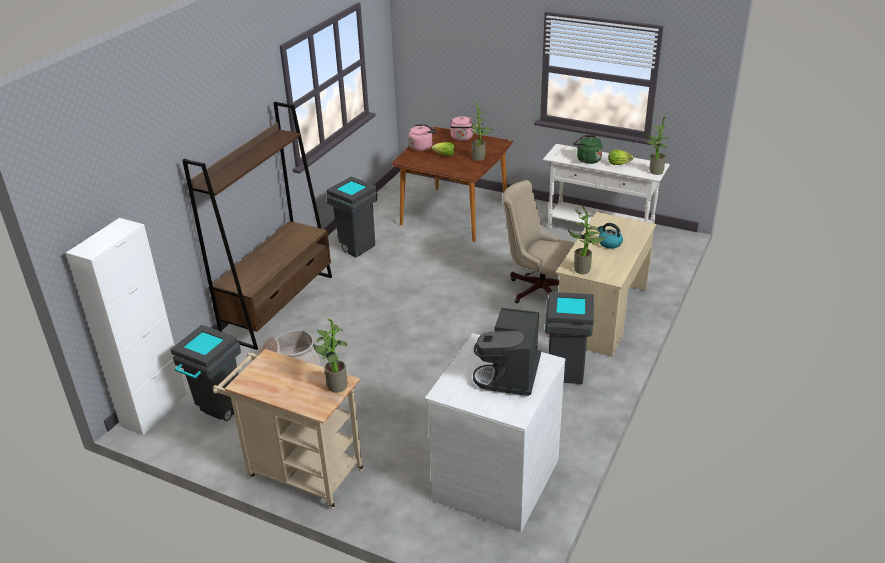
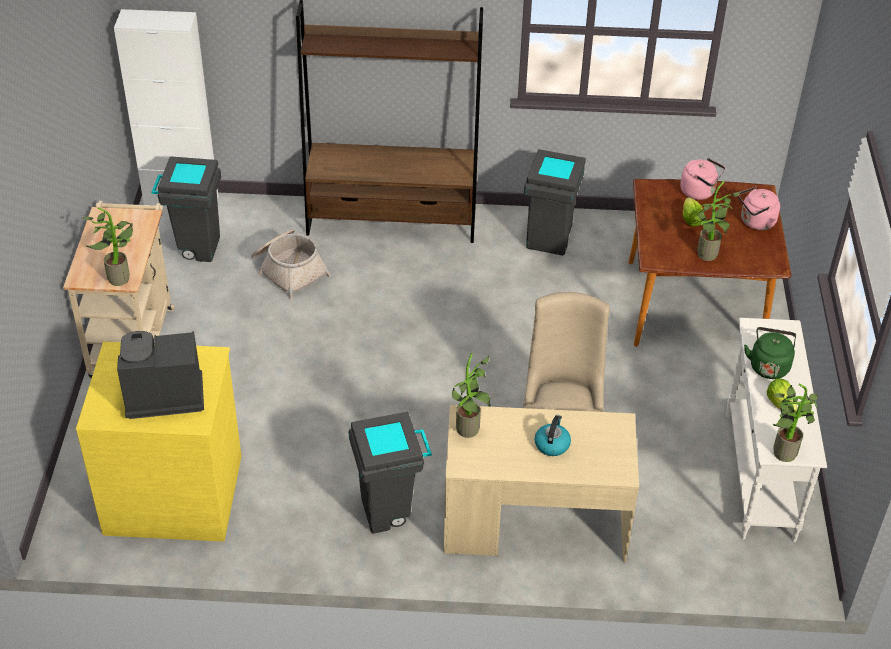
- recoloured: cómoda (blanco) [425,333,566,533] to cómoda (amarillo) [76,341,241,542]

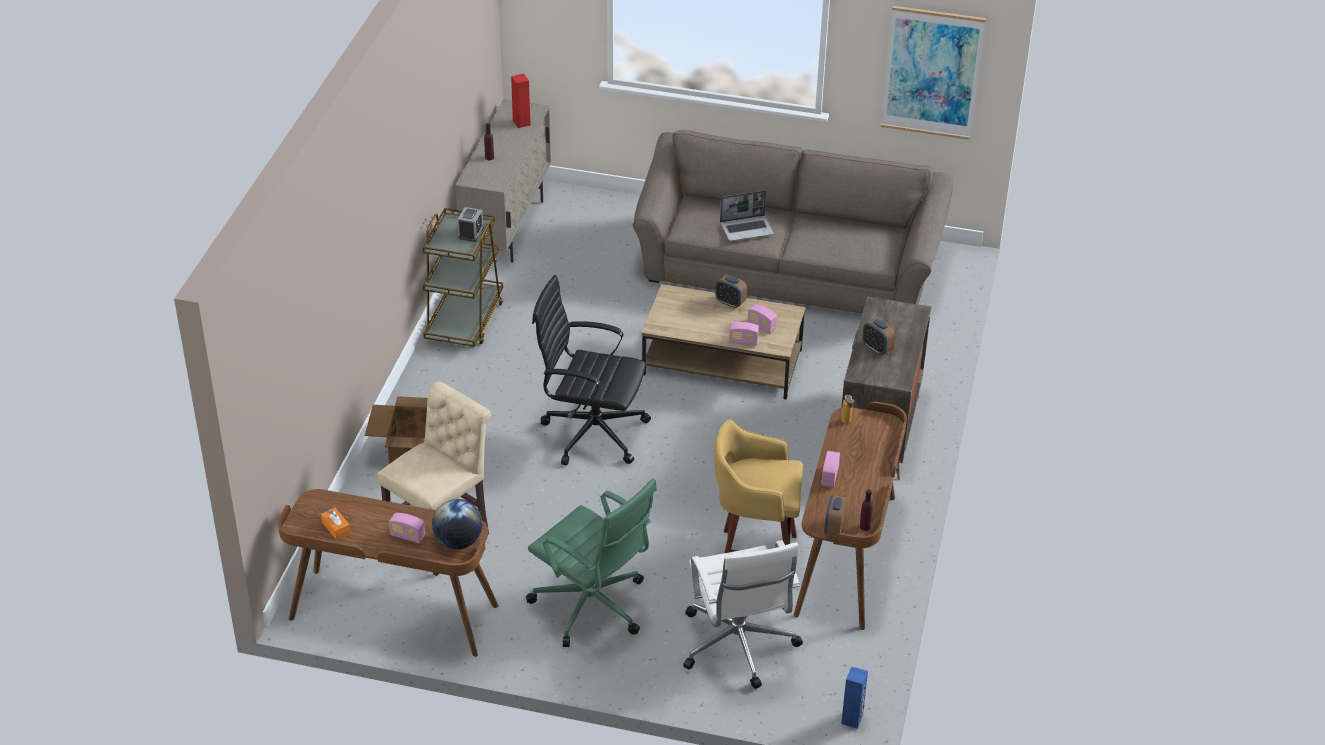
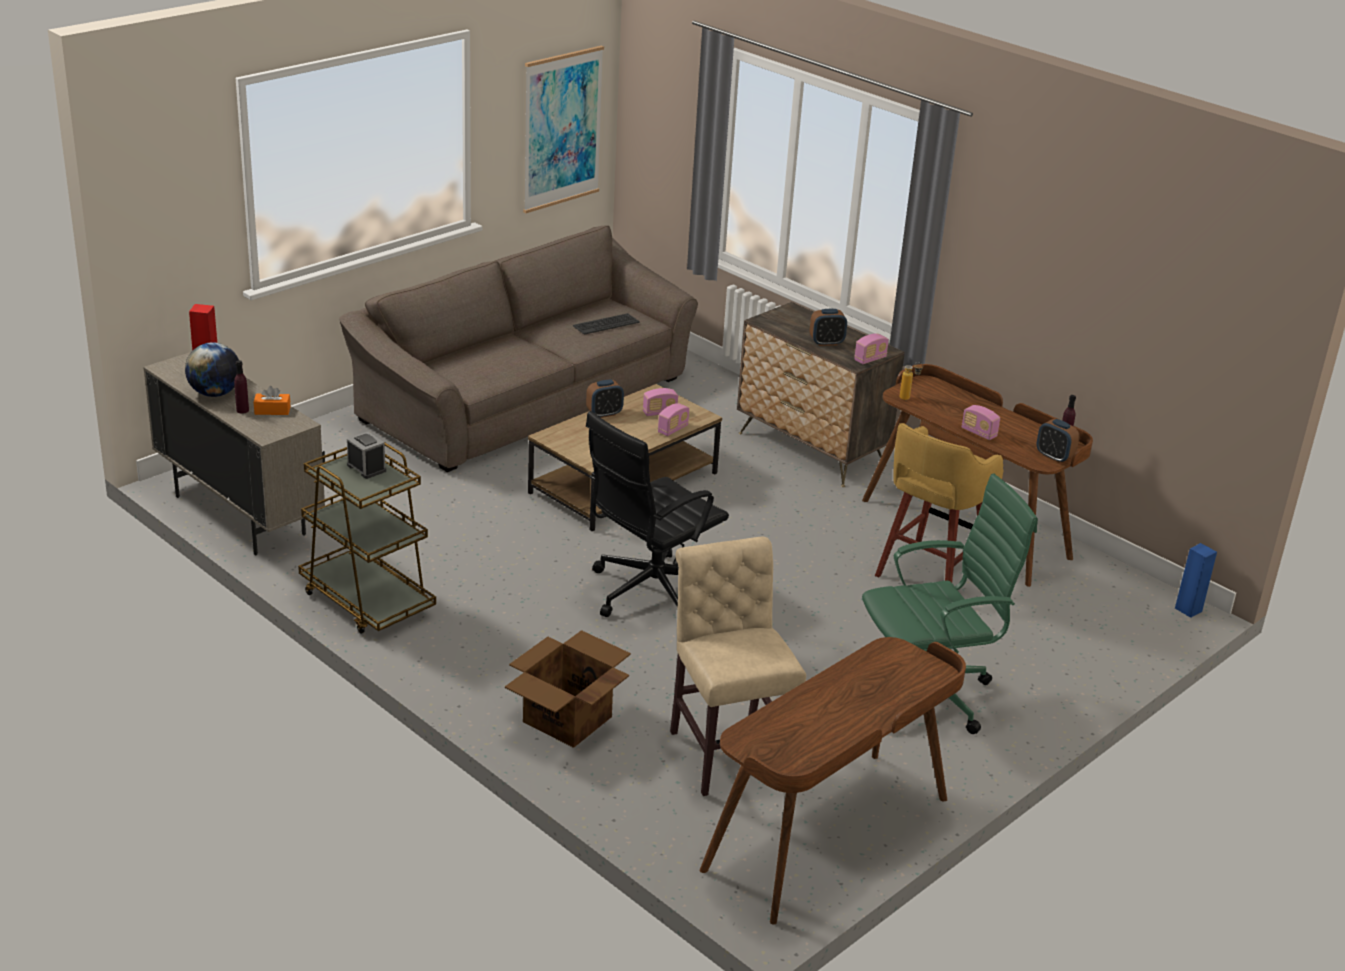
- removed: portátil [720,190,774,241]
- moved: globo terráqueo [432,499,482,549] to [185,342,239,397]
- moved: caja de pañuelos (naranja) [321,508,351,540] to [254,386,290,415]
- moved: radio [389,513,425,544] to [854,334,889,364]
- removed: silla de oficina (blanco) [683,540,803,689]
- added: teclado [573,313,640,335]

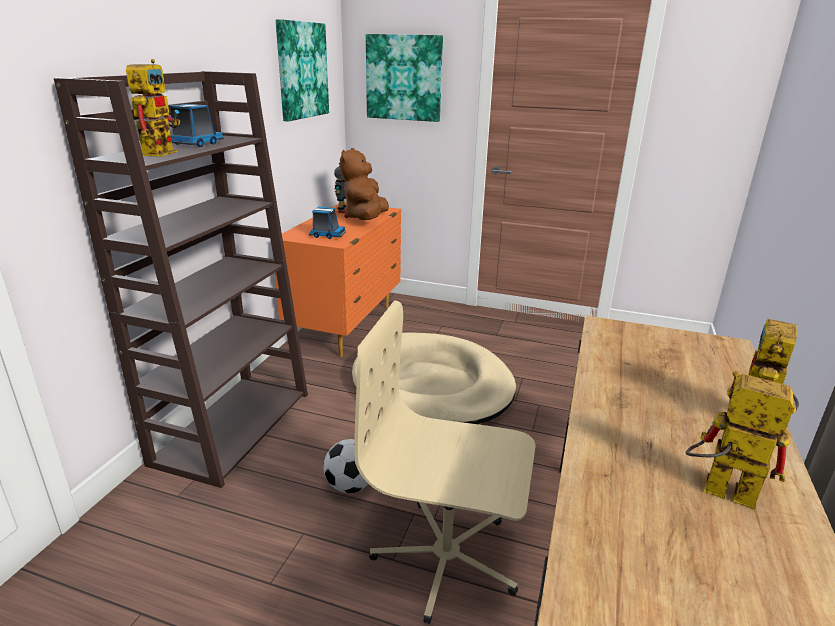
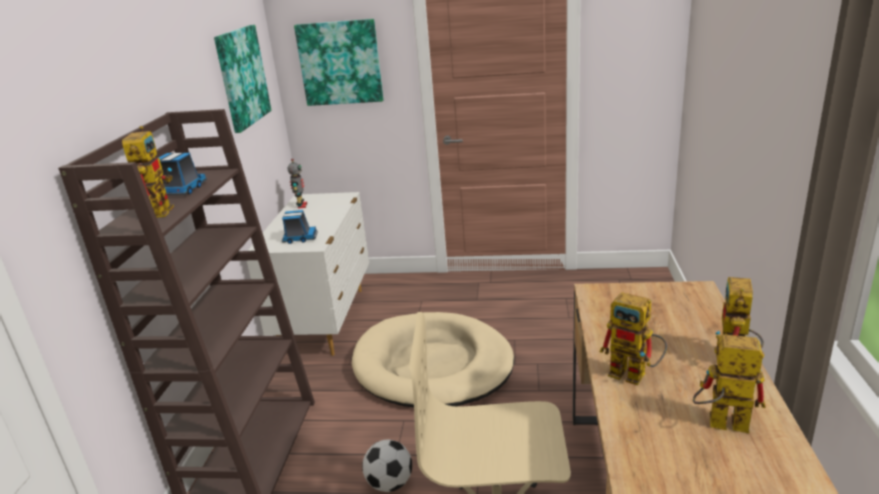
- removed: peluche (marrón) [340,148,389,220]
- recoloured: cómoda (naranja) [273,203,401,357] to cómoda (blanco) [247,192,369,356]
- added: robot de juguete [600,292,667,385]

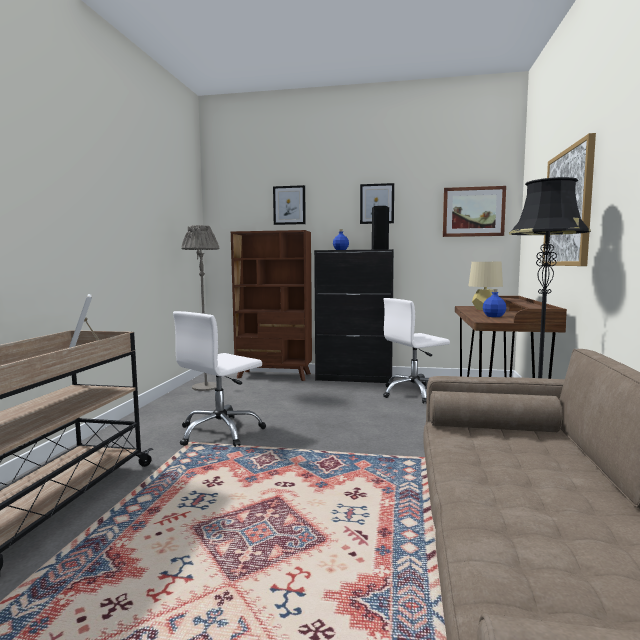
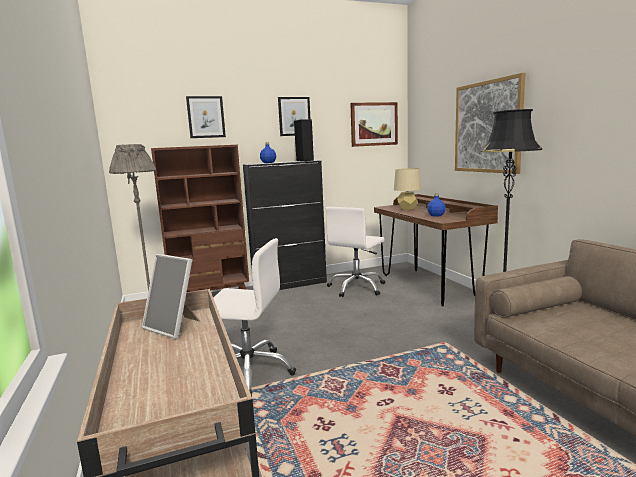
- turned: silla de oficina (blanco) [173,311,266,447] = [213,238,296,396] 90 degrees counterclockwise

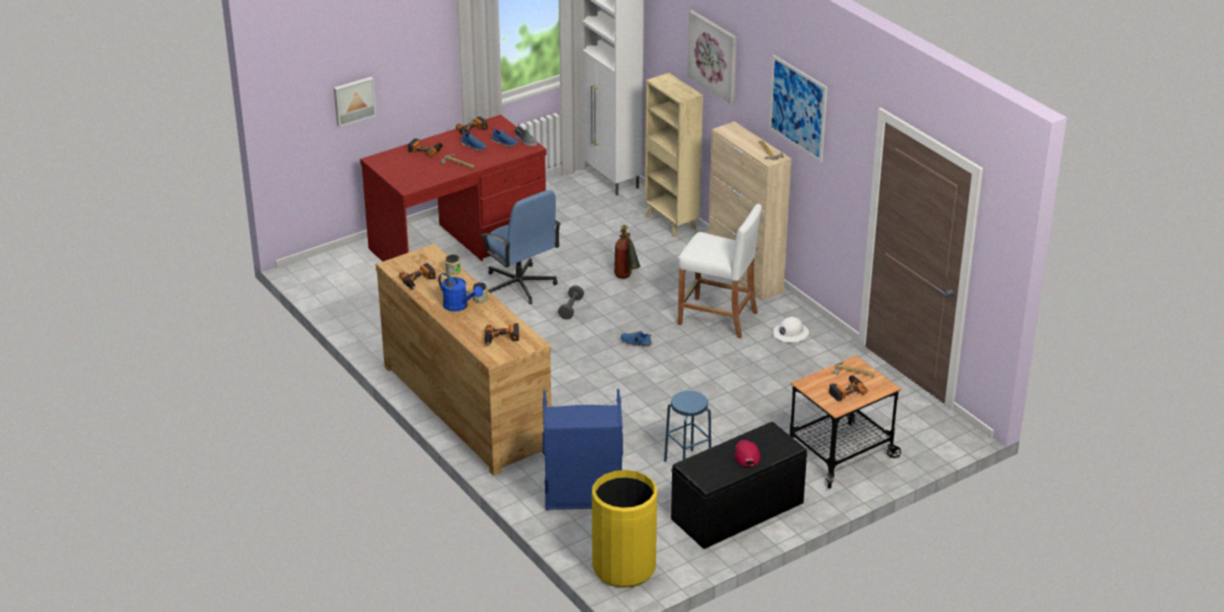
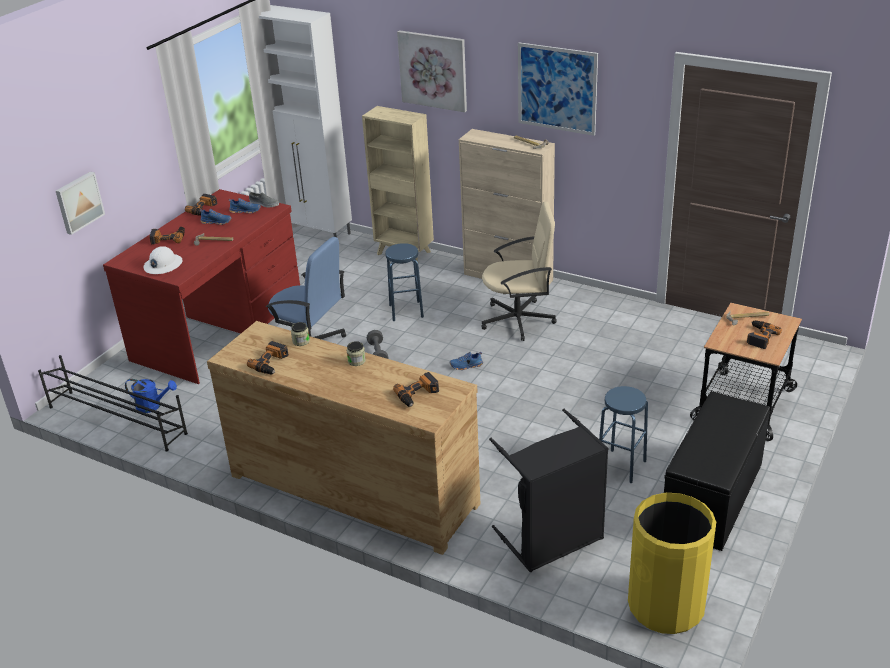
- replaced: taburete (blanco) [678,204,762,339] to silla de oficina (beis) [481,202,557,341]
- replaced: extintor [614,225,640,279] to taburete (azul) [385,243,424,321]
- moved: regadera (azul) [438,273,483,312] to [125,379,177,413]
- moved: casco (blanco) [773,317,809,342] to [144,246,183,274]
- recoloured: cesto de la ropa (azul) [543,389,623,510] to cesto de la ropa (negro) [489,409,609,572]
- removed: gorra (rojo) [735,440,760,466]
- added: zapatero (negro) [38,355,188,452]

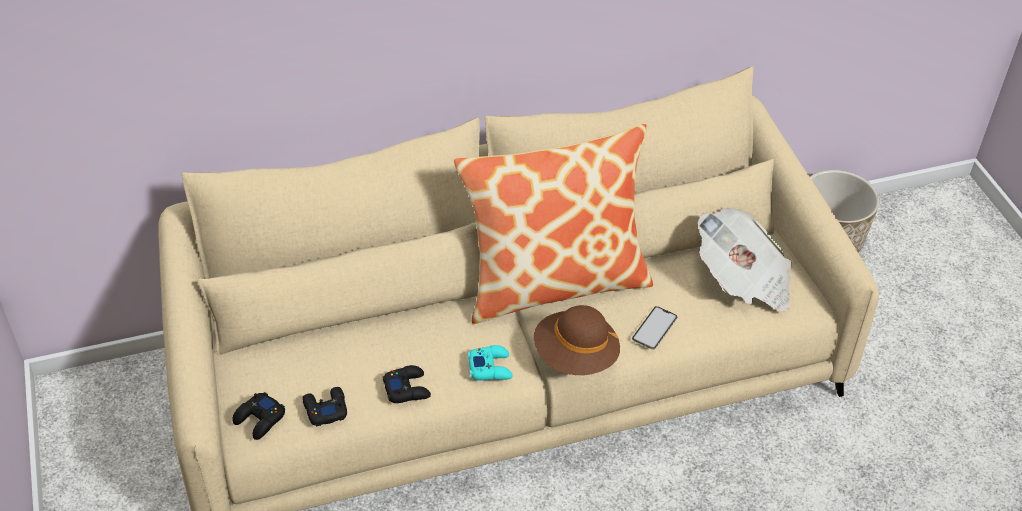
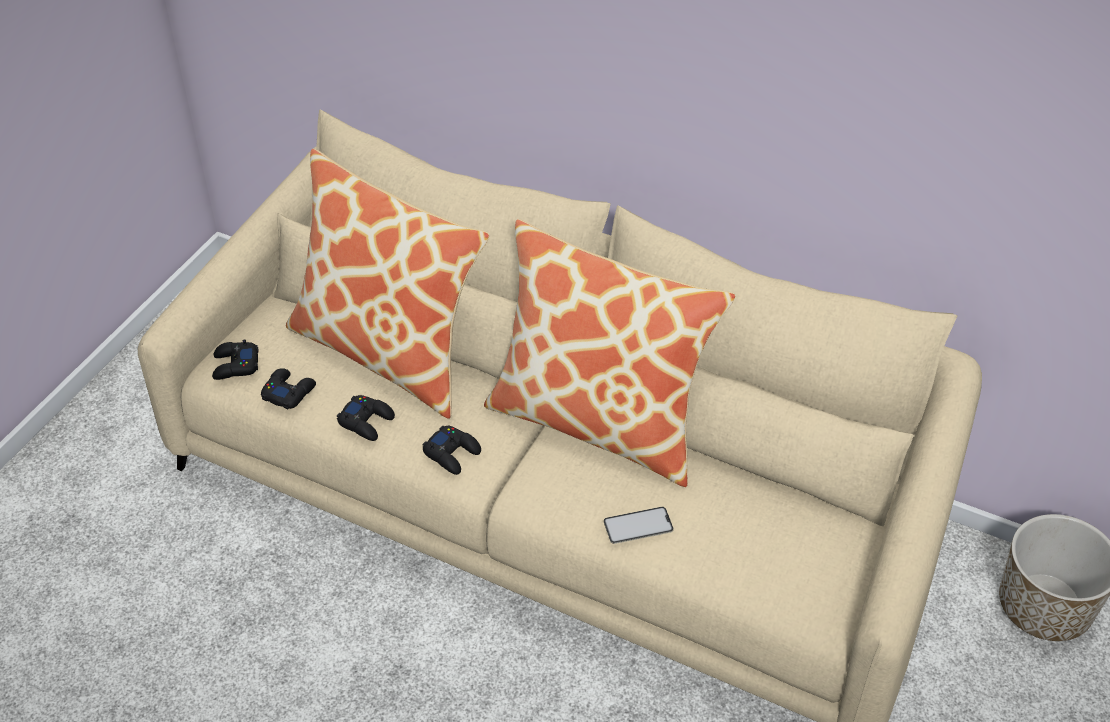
- removed: periódico [698,208,792,312]
- removed: sombrero (marrón) [534,305,620,375]
- recoloured: mando de consola (turquesa) [468,345,513,380] to mando de consola (negro) [423,425,481,475]
- added: cojín [286,149,489,419]

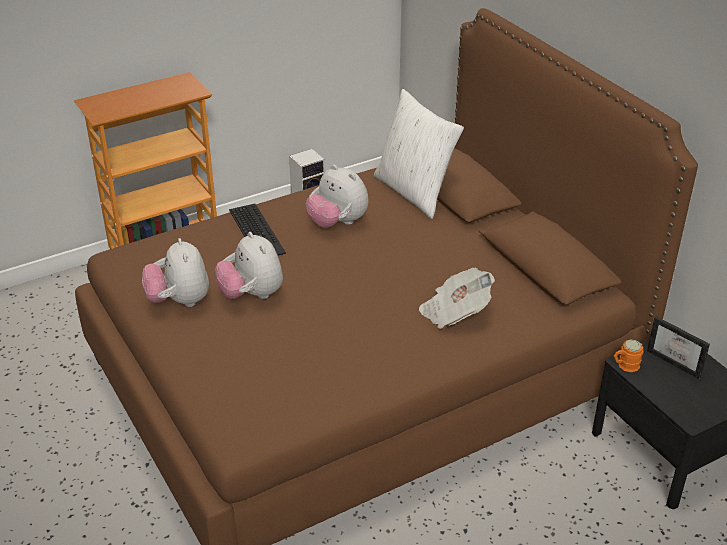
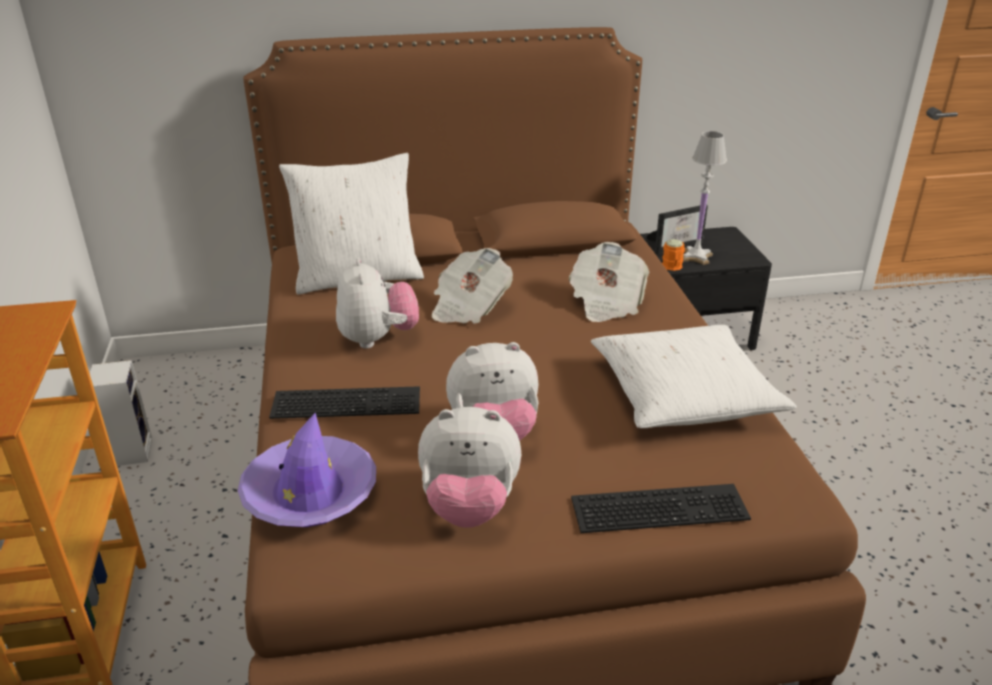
- turned: peluche [306,165,369,228] = [336,258,419,349] 75 degrees counterclockwise
- added: lámpara de mesa (blanco) [683,131,727,265]
- added: periódico [431,248,513,324]
- added: cojín (blanco) [591,325,797,428]
- added: sombrero (morado) [238,413,376,527]
- added: teclado [571,484,751,533]

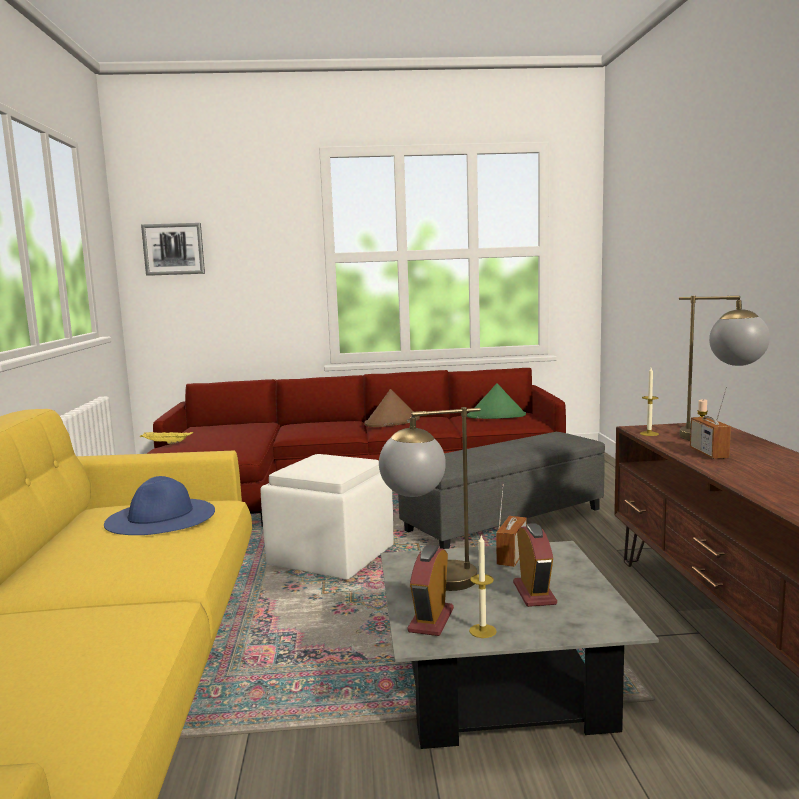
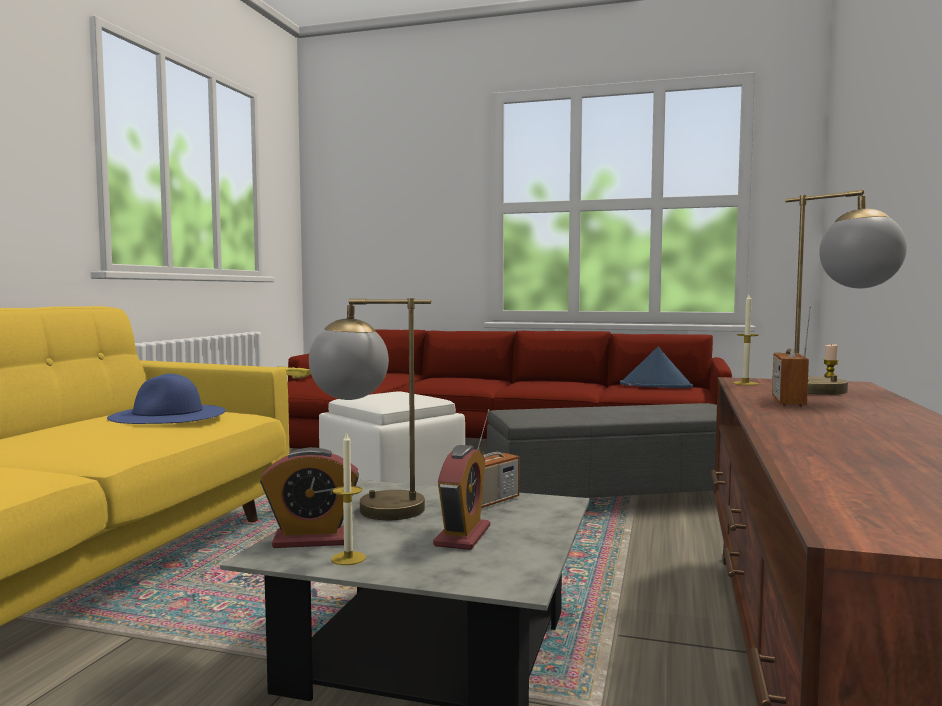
- removed: cuadro [141,223,205,276]
- recoloured: sombrero (verde) [467,383,526,419] to sombrero (azul) [620,347,693,388]
- removed: sombrero (marrón) [364,389,420,427]
- turned: despertador [407,545,454,636] = [260,447,359,548] 135 degrees counterclockwise

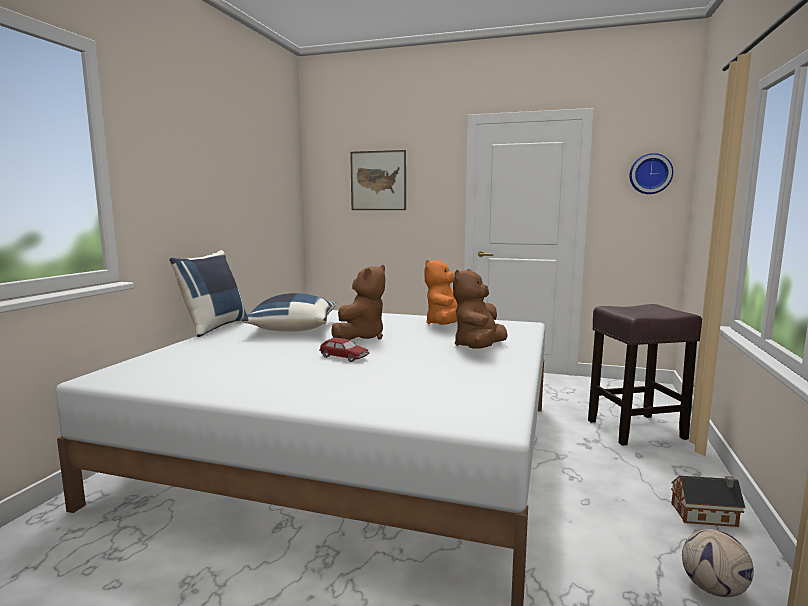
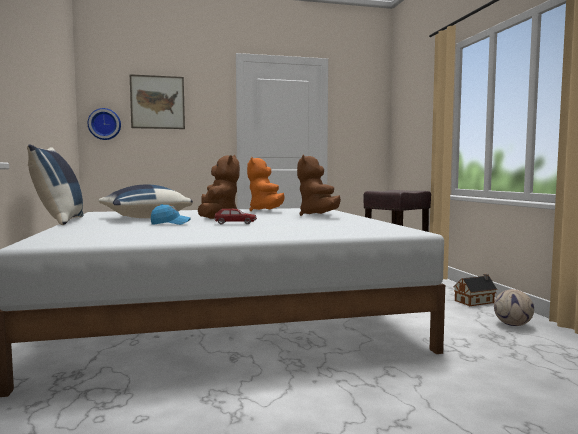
- moved: reloj de pared [629,153,673,194] to [88,108,121,140]
- added: gorra (azul) [151,204,191,225]

